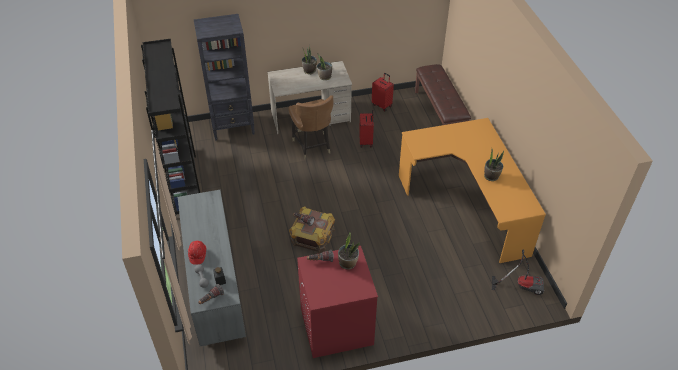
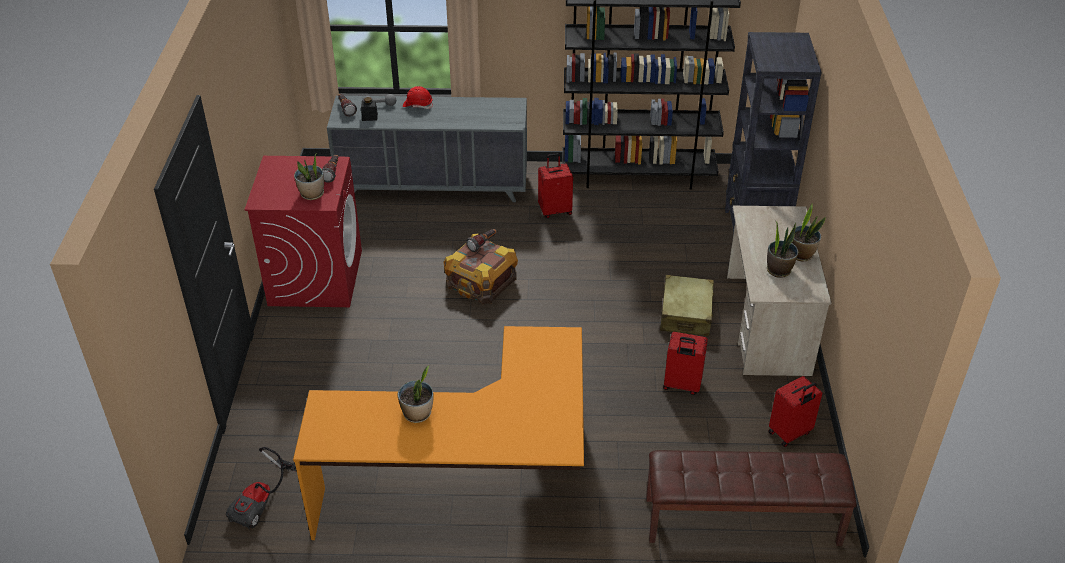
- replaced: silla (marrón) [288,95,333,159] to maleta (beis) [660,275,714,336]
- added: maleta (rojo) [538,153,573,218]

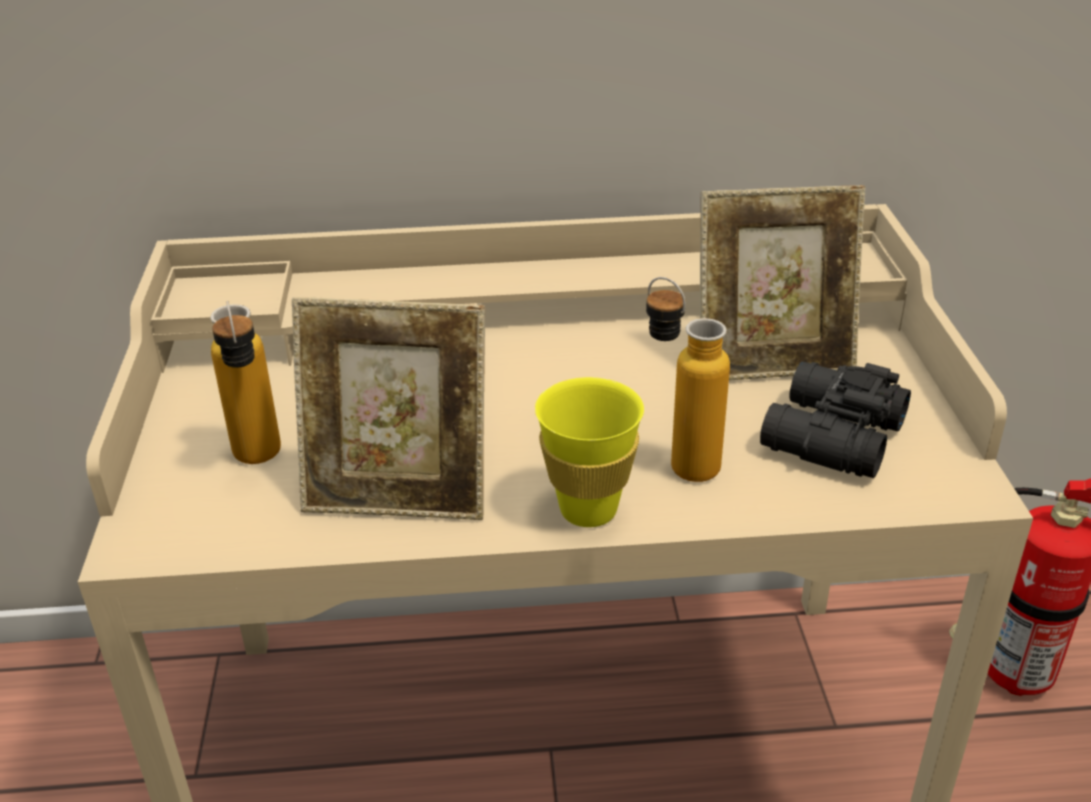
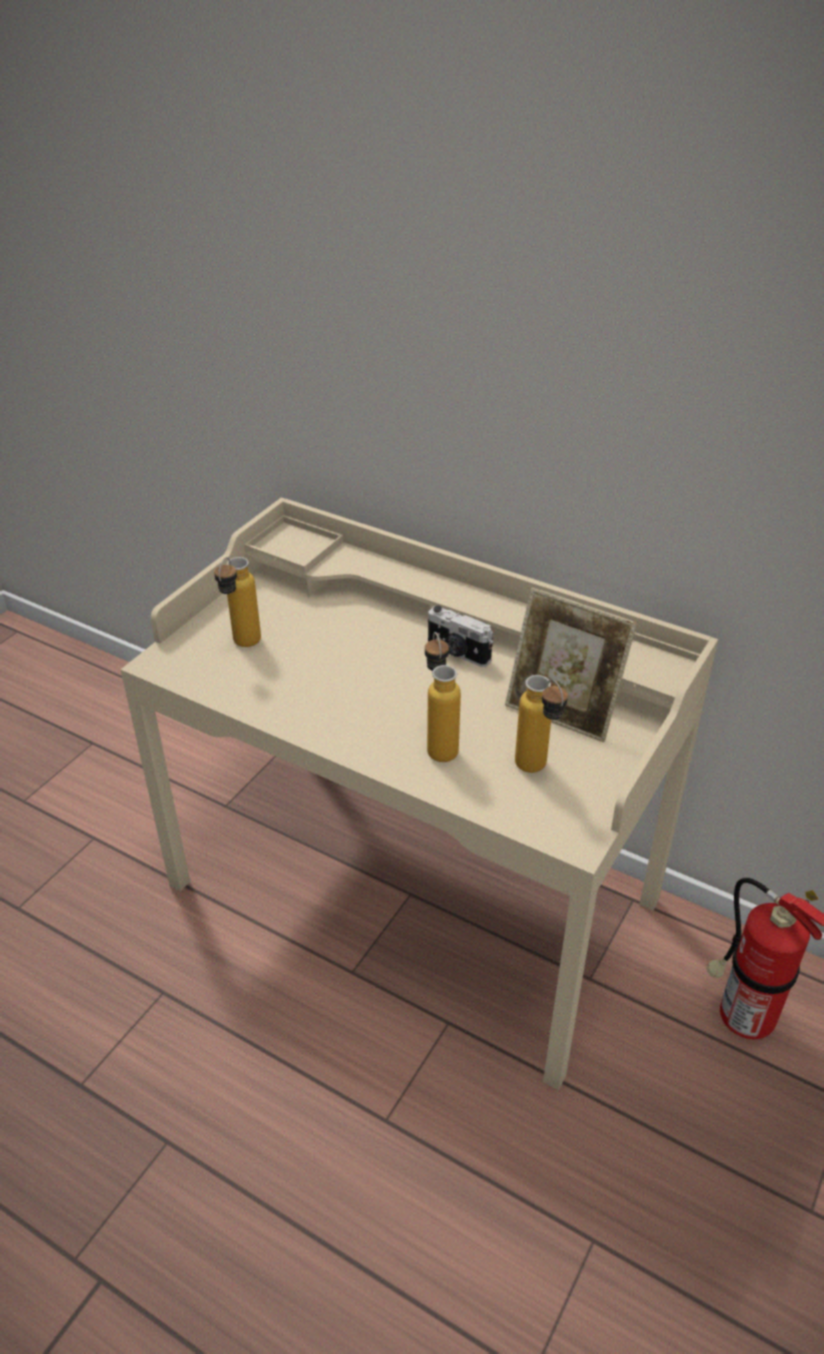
- removed: portarretratos [292,297,485,520]
- replaced: prismáticos (negro) [760,362,911,478] to botella [515,675,568,773]
- removed: taza (amarillo) [535,377,644,527]
- added: cámara [428,605,493,667]

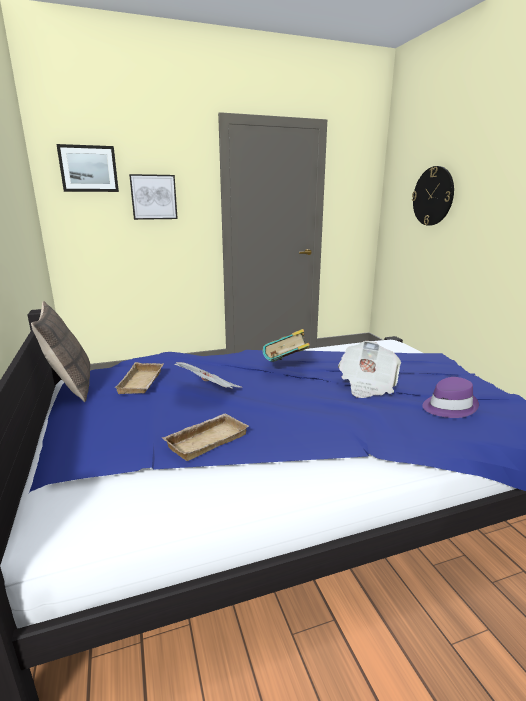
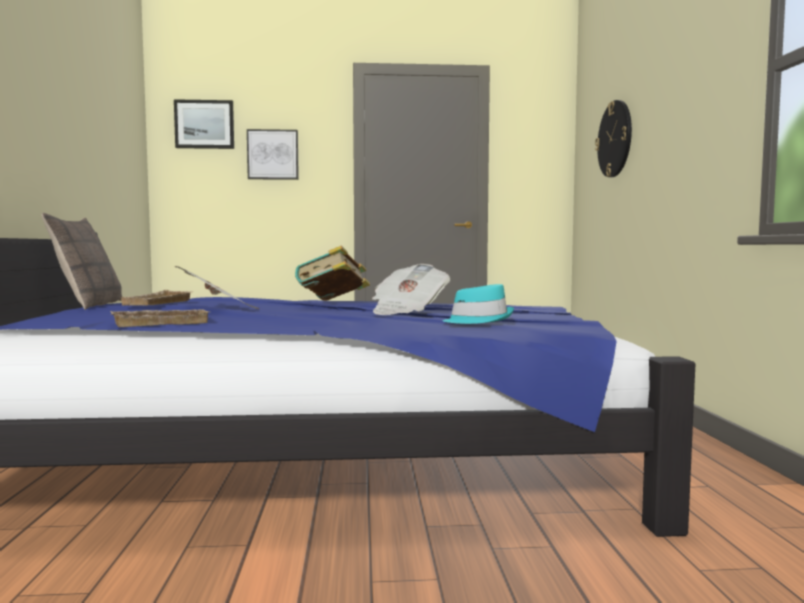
- recoloured: sombrero (morado) [422,377,479,418] to sombrero (turquesa) [443,284,514,324]

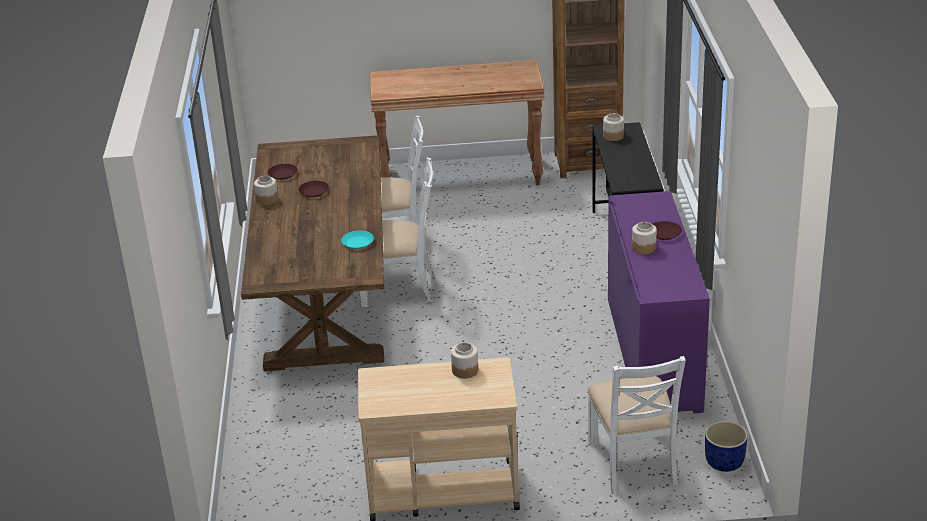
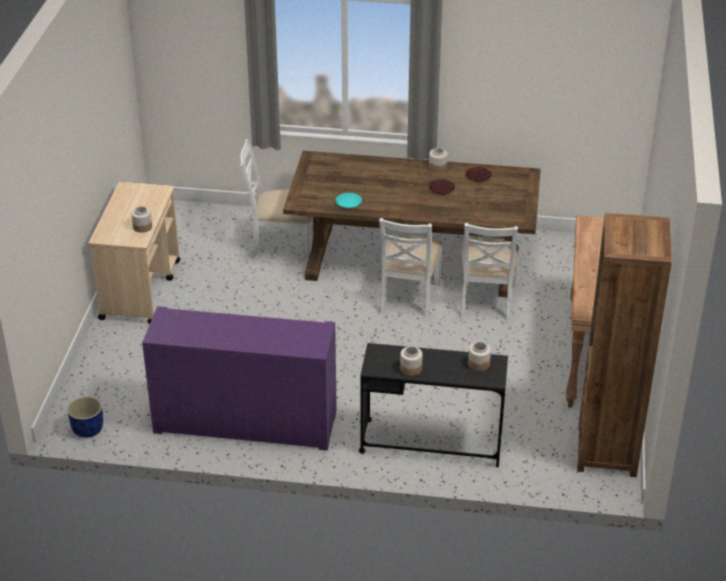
- removed: plato (marrón) [653,221,682,240]
- moved: tarro [632,222,657,254] to [400,346,423,376]
- moved: silla (blanco) [587,356,686,494] to [240,139,313,261]

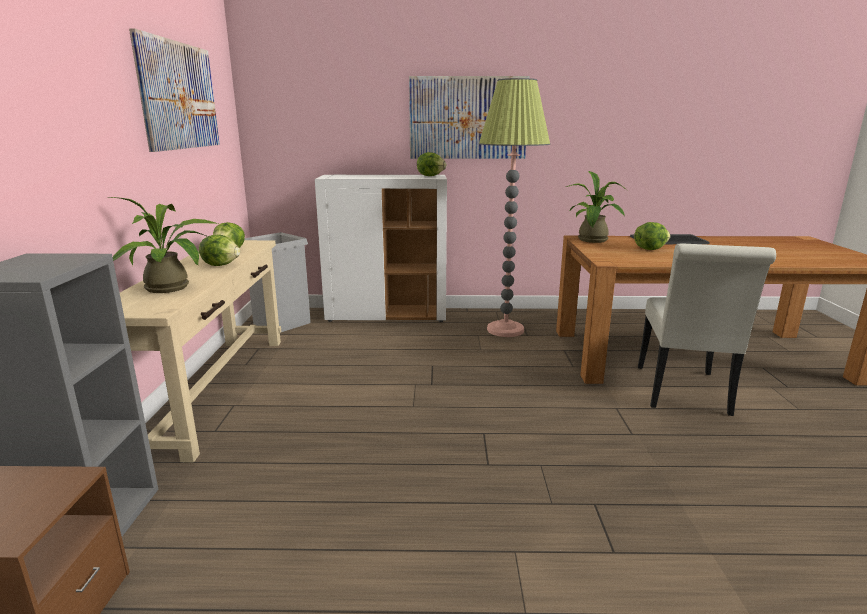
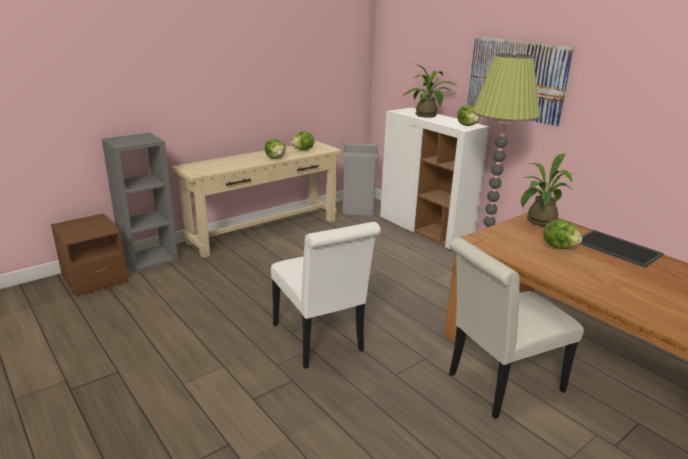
- removed: cuadro [129,28,220,152]
- moved: planta en maceta [109,197,218,293] to [403,64,456,118]
- added: silla (blanco) [271,222,381,369]

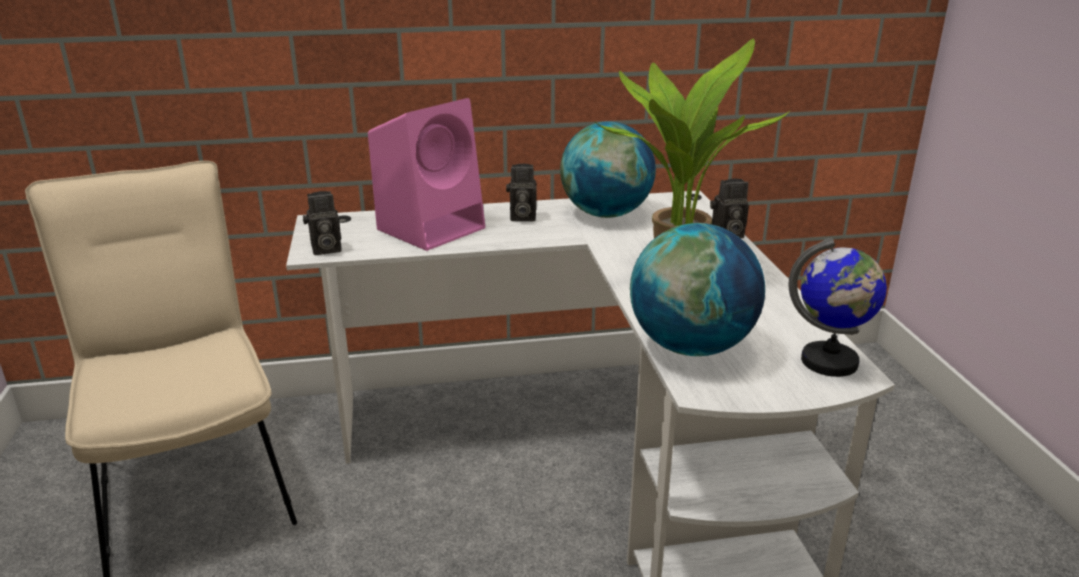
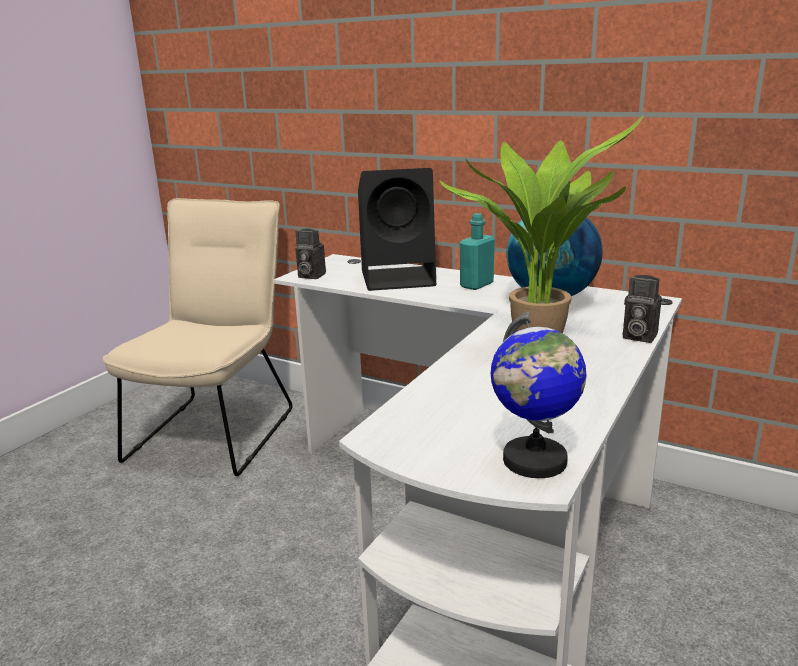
- recoloured: altavoz (rosa) [368,98,485,251] to altavoz (negro) [358,168,436,291]
- replaced: cámara [506,164,537,221] to botella (turquesa) [460,213,495,290]
- removed: globo terráqueo [630,223,765,356]

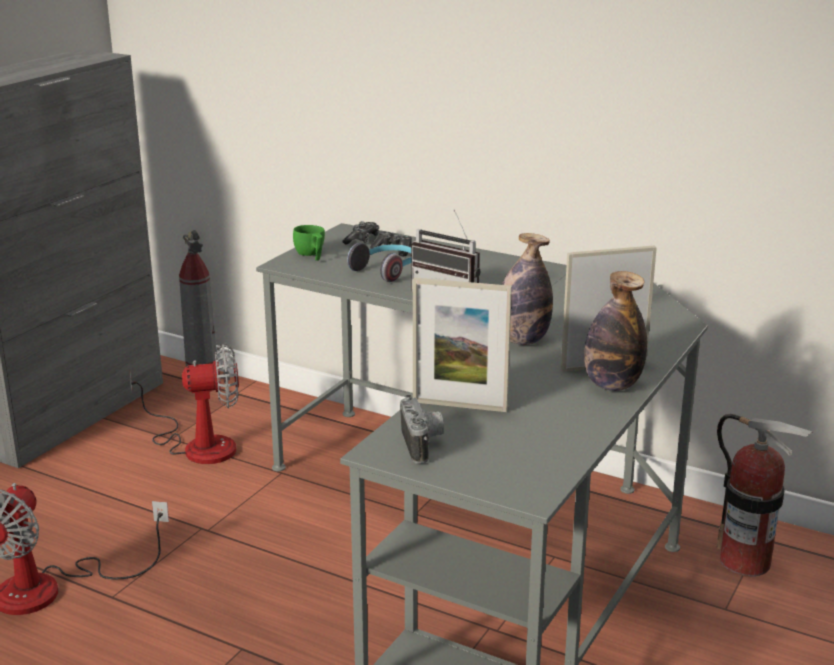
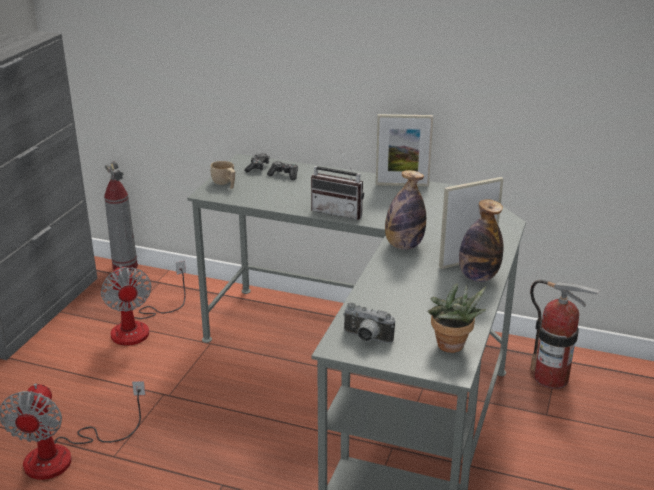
- recoloured: taza (verde) [293,225,325,261] to taza (beis) [210,161,235,189]
- removed: auriculares [347,243,411,282]
- moved: portarretratos [413,278,512,412] to [376,114,433,186]
- turned: ventilador [130,344,239,464] = [101,261,186,346] 90 degrees clockwise
- turned: cámara [400,395,444,464] = [343,302,395,343] 135 degrees clockwise
- added: planta en maceta [428,284,486,353]

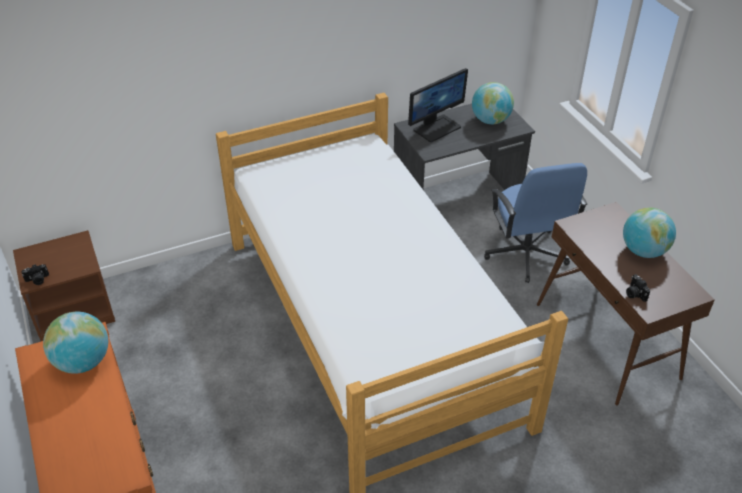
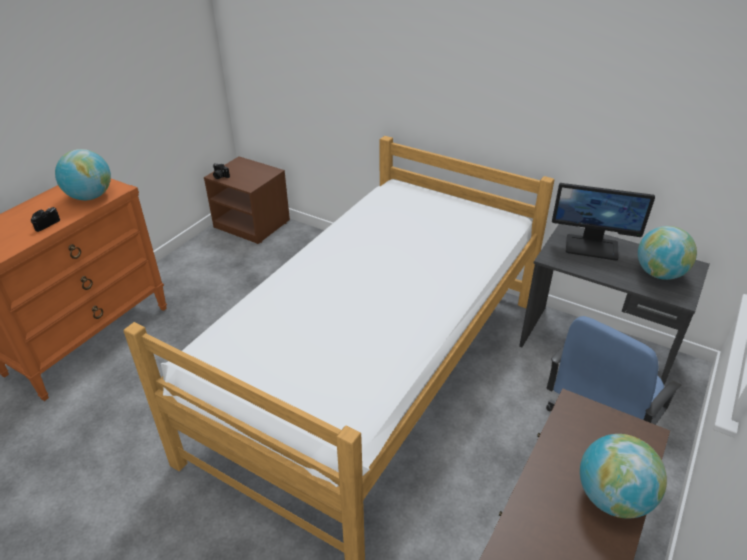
- moved: cámara [626,274,650,302] to [31,207,60,232]

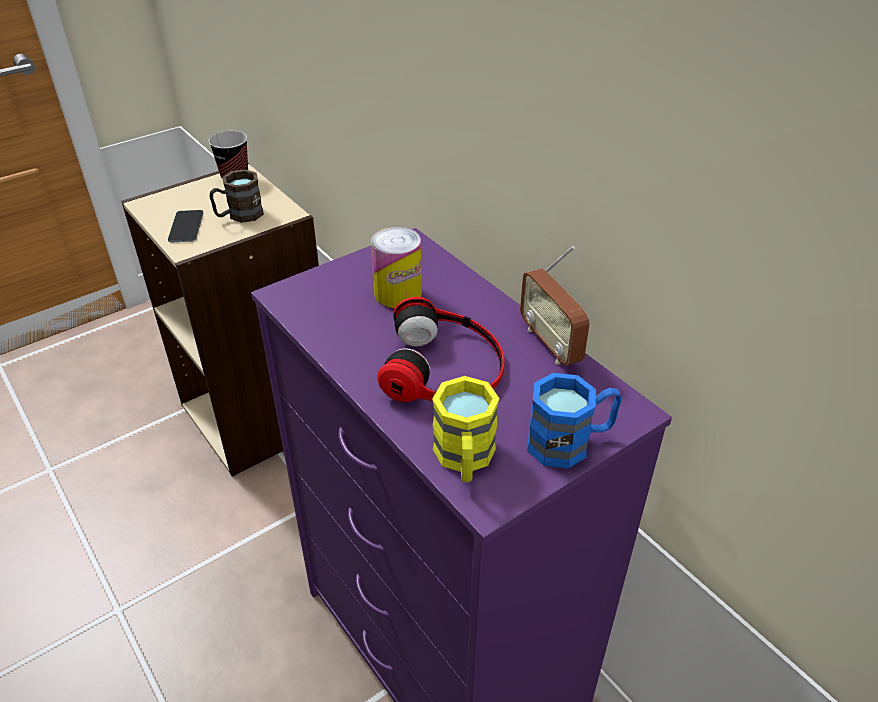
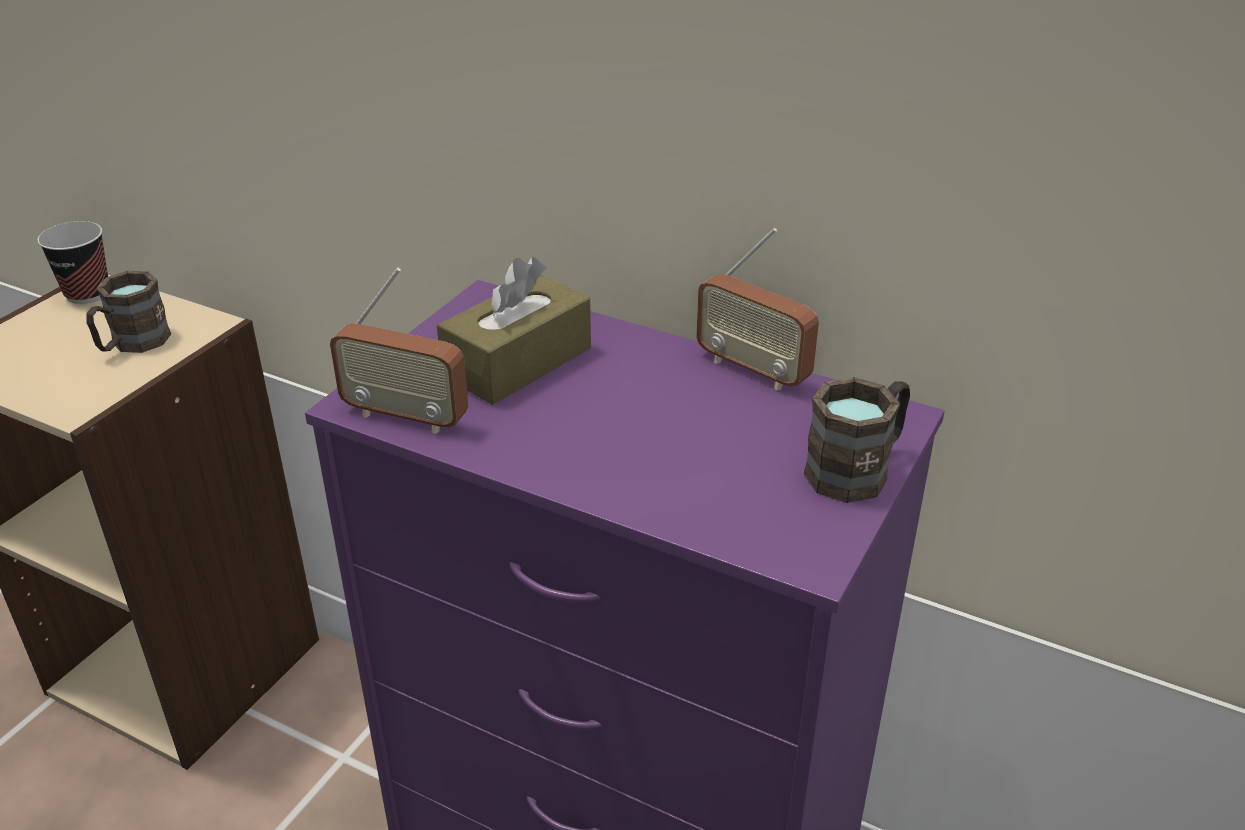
- removed: móvil [168,210,204,242]
- replaced: lata [371,227,422,308] to caja de pañuelos (marrón) [437,257,591,405]
- removed: auriculares [377,297,505,402]
- recoloured: taza grande (azul) [527,373,622,469] to taza grande (marrón) [804,377,910,503]
- removed: taza grande (amarillo) [432,376,499,482]
- added: radio [330,268,468,434]

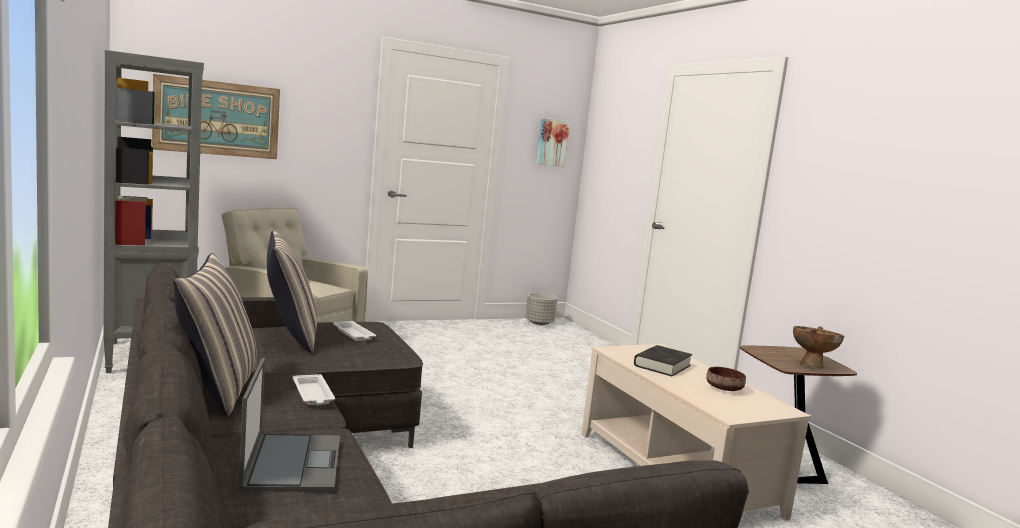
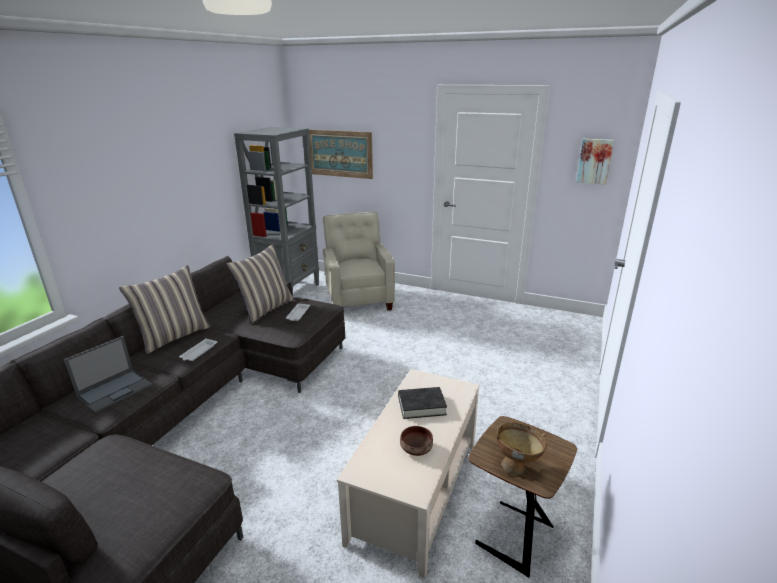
- removed: maceta (gris) [525,293,558,325]

